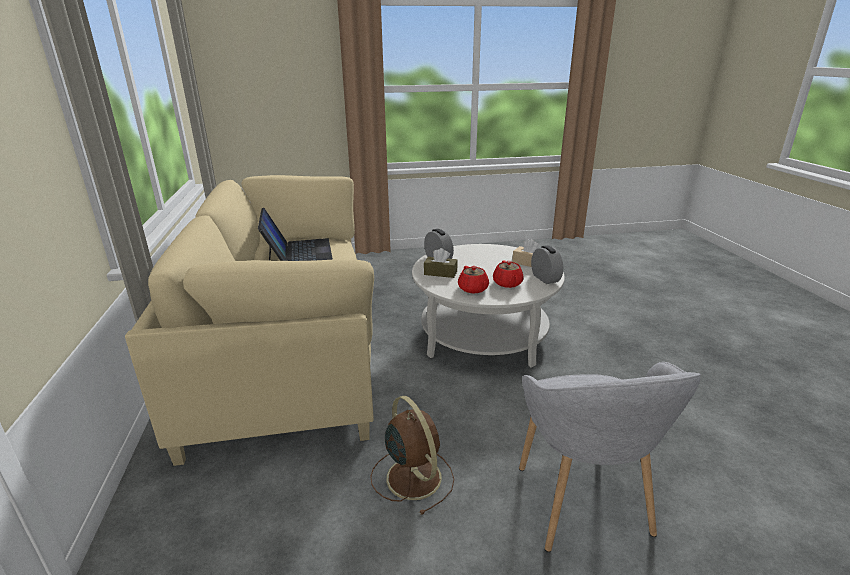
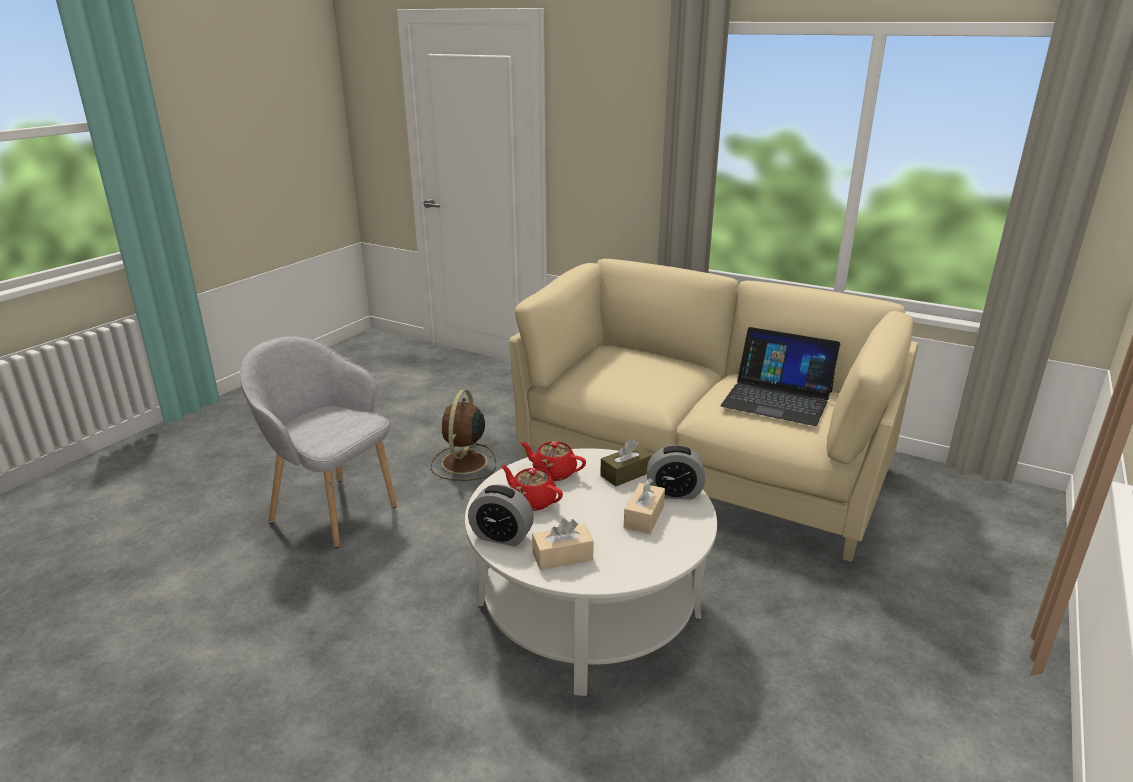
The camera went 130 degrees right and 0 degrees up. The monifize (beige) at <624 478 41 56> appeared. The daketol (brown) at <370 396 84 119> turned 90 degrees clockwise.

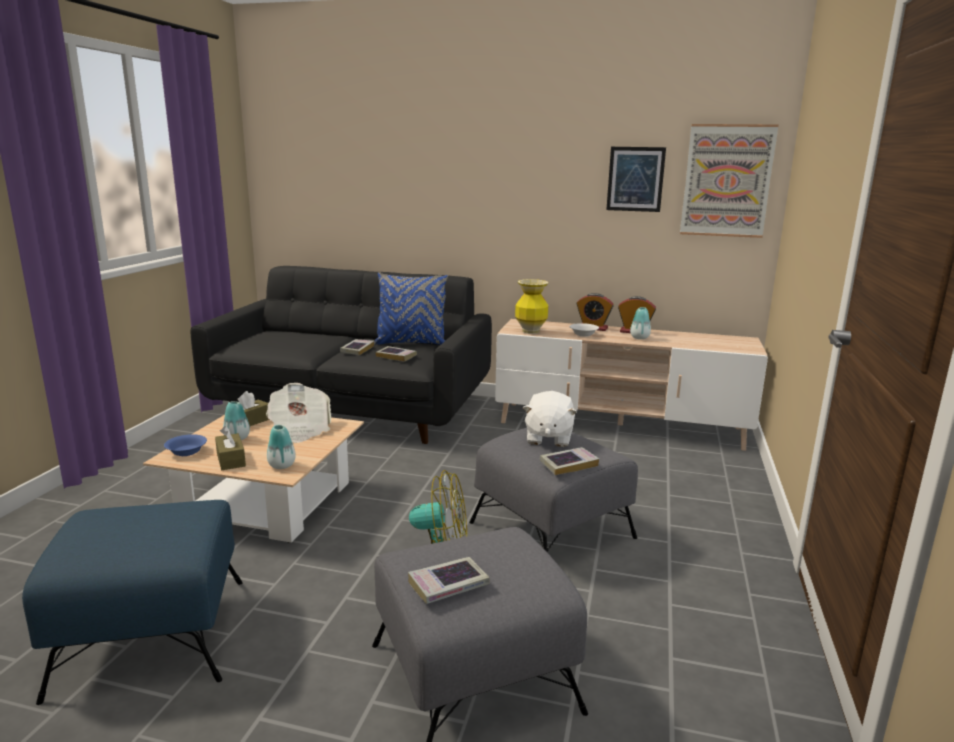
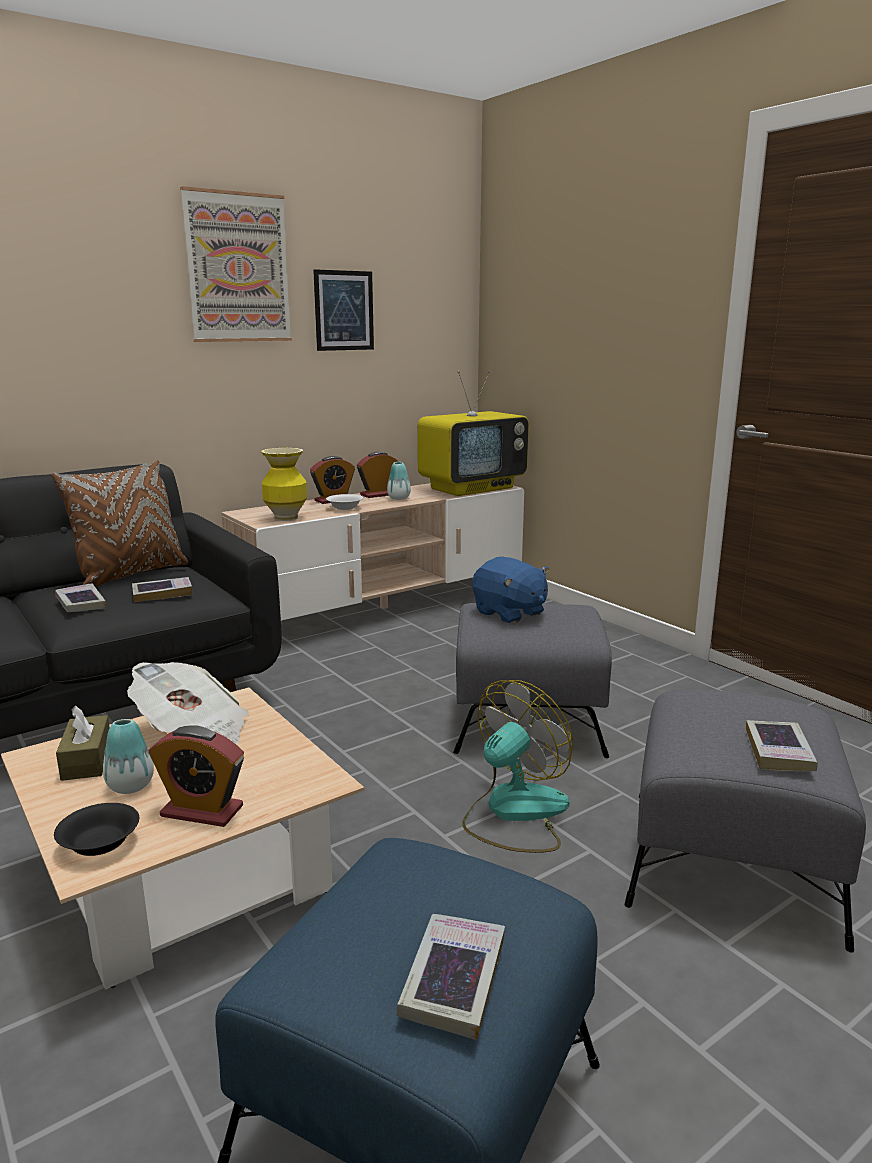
The camera went 50 degrees left and 0 degrees up. The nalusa at <267 425 29 44> disappeared. The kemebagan at <417 371 112 125> appeared. The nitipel moved from <540 447 59 28> to <396 914 109 126>. The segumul moved from <680 124 99 114> to <180 186 112 156>. The monifize (brown) at <215 426 31 44> was replaced by the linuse at <148 725 96 102>. The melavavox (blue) at <164 434 43 22> became the melavavox (black) at <54 803 85 53>. The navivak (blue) at <374 272 74 73> became the navivak (brown) at <52 460 136 127>. The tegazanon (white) at <523 391 54 56> became the tegazanon (blue) at <472 557 77 67>.

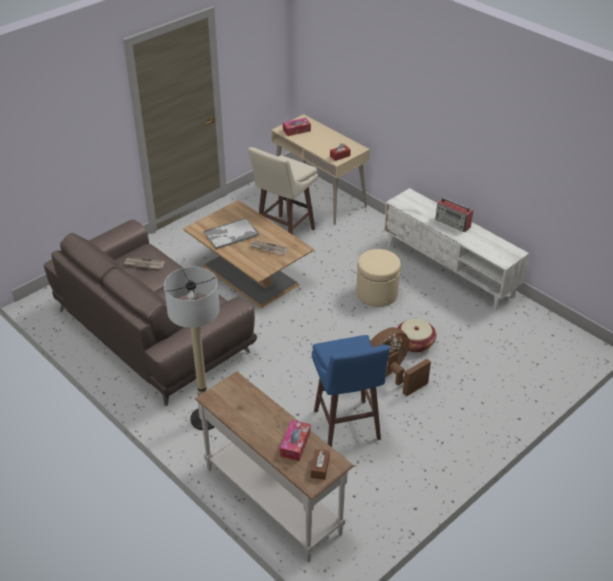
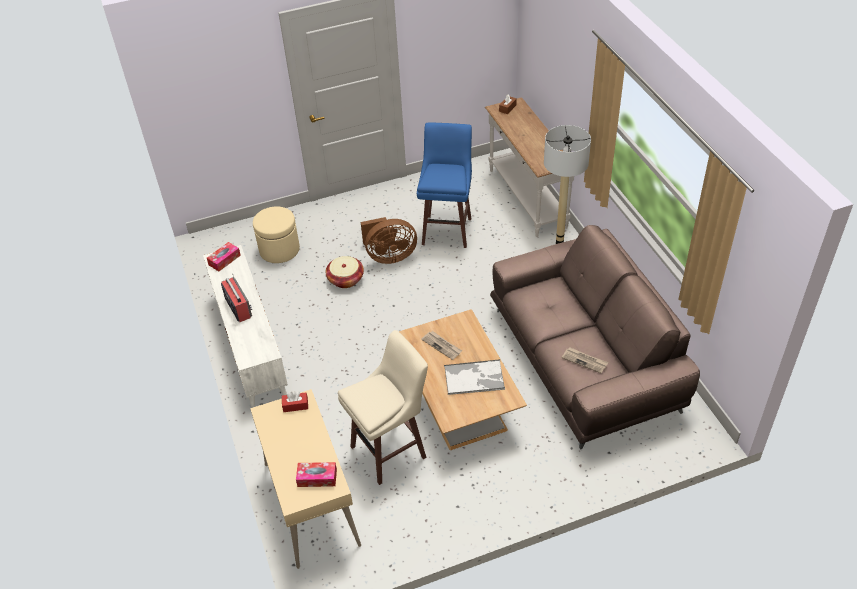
The camera went 155 degrees left and 5 degrees up. The monifize moved from <280 420 31 41> to <207 242 34 29>. The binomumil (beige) moved from <356 249 45 58> to <253 206 47 57>.

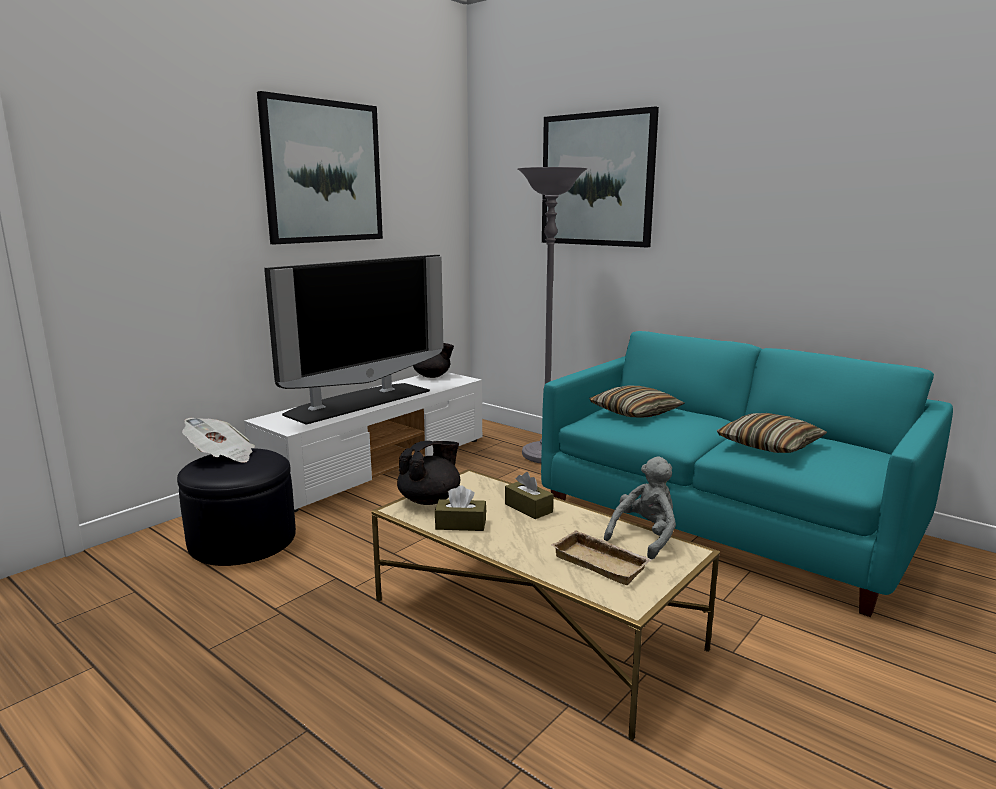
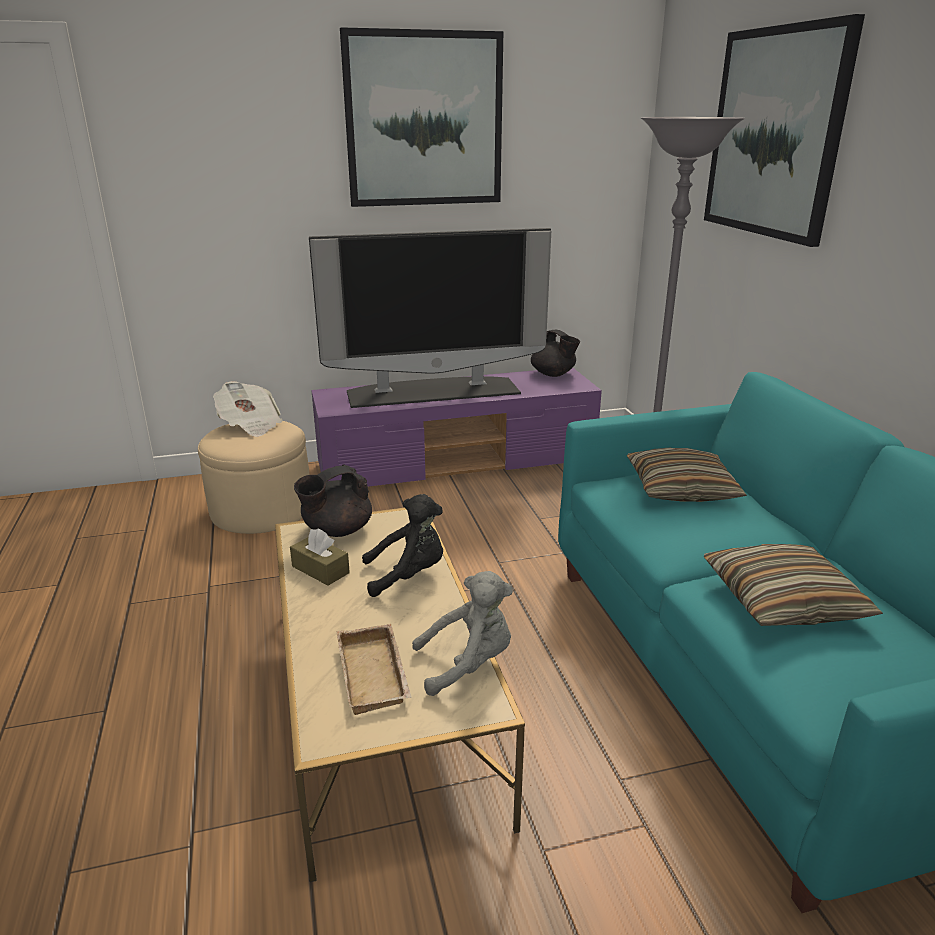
The camera went 35 degrees right and 10 degrees up. The monifize (brown) at <505 472 48 47> was replaced by the tegazanon (black) at <362 494 81 103>. The binomumil (black) at <177 448 119 118> became the binomumil (beige) at <198 421 112 113>. The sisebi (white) at <244 372 238 140> became the sisebi (purple) at <311 368 291 119>. The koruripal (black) at <397 441 63 64> turned 150 degrees clockwise.

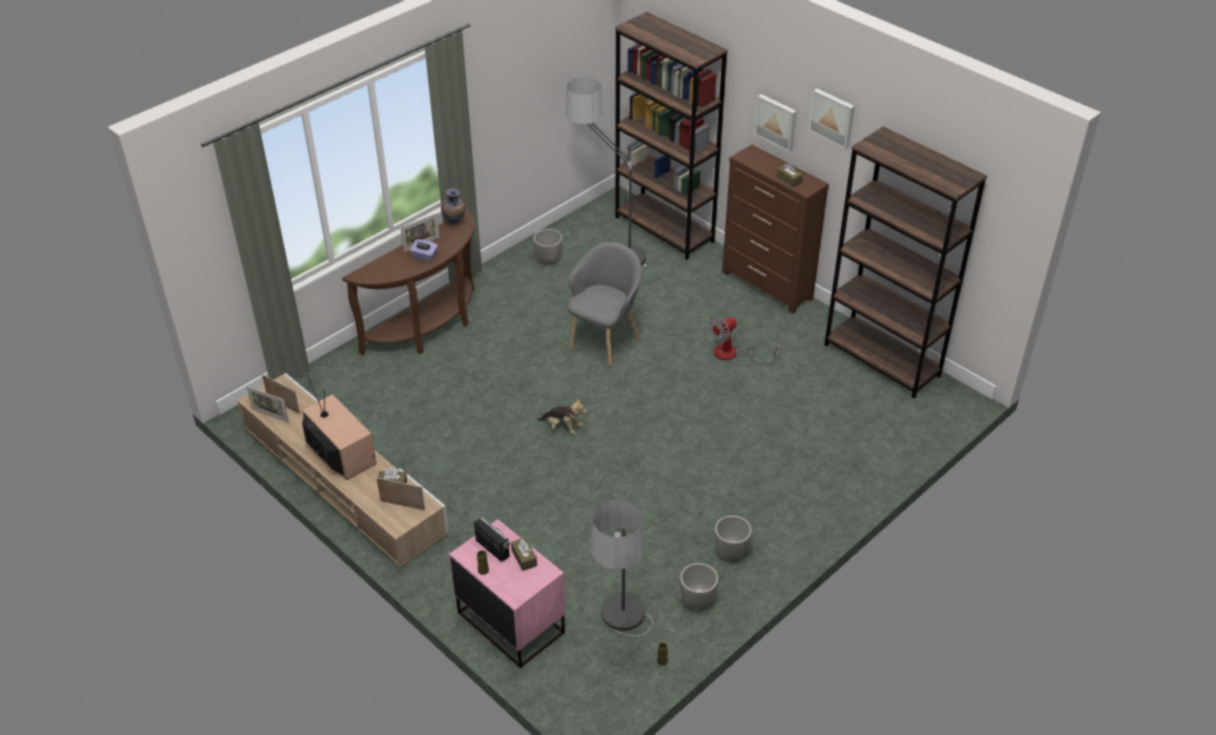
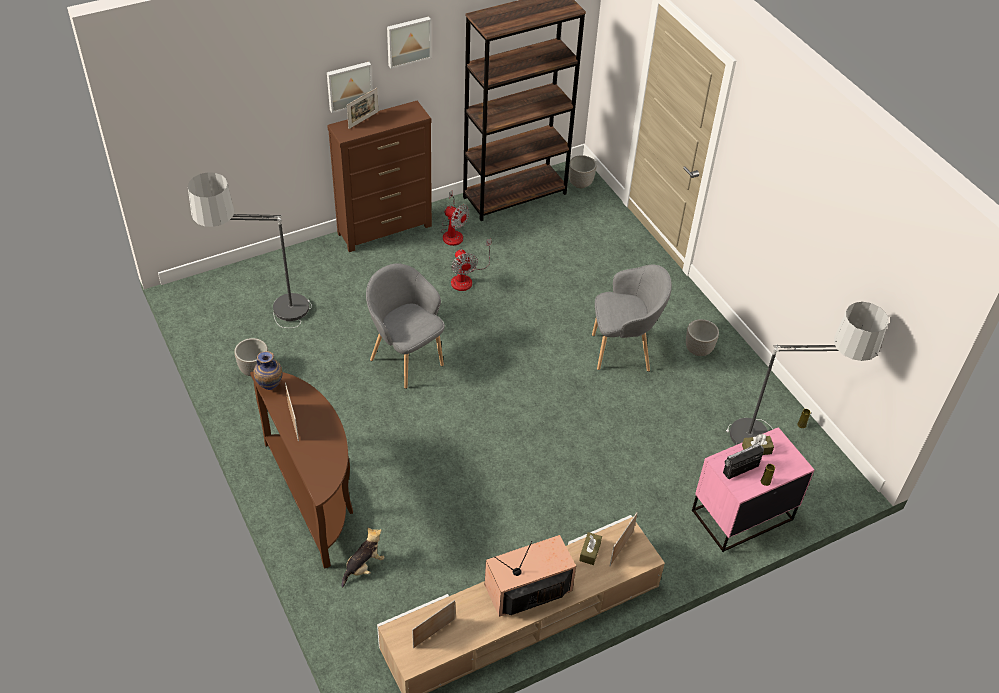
The camera went 75 degrees left and 5 degrees up. The monifize (purple) at <410 239 28 23> disappeared. The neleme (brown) at <615 12 113 248> disappeared. The monifize (brown) at <777 163 26 24> disappeared. The daketol at <441 190 28 56> appeared. The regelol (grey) at <592 265 80 107> appeared. The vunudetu moved from <246 386 43 37> to <347 88 31 41>. The tegazanon moved from <537 398 50 36> to <341 528 44 60>. The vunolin moved from <680 563 39 45> to <569 155 27 33>.

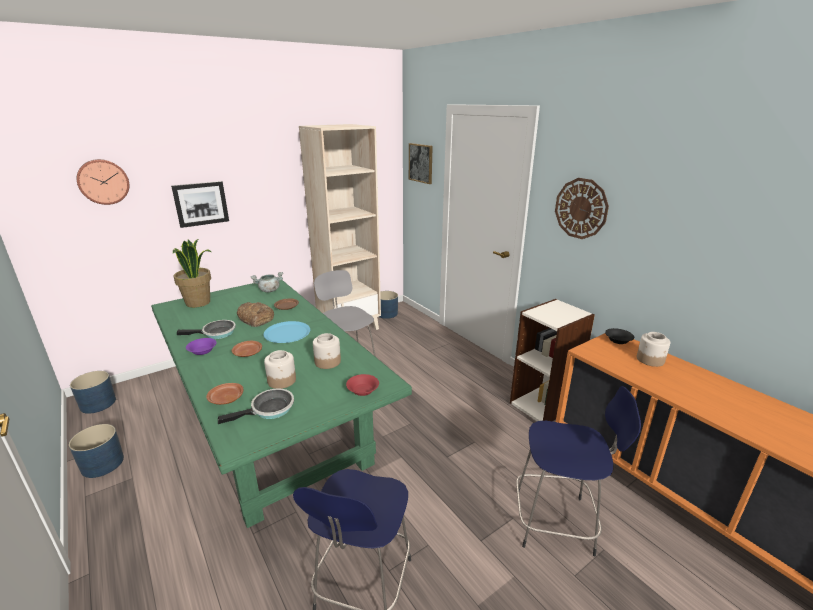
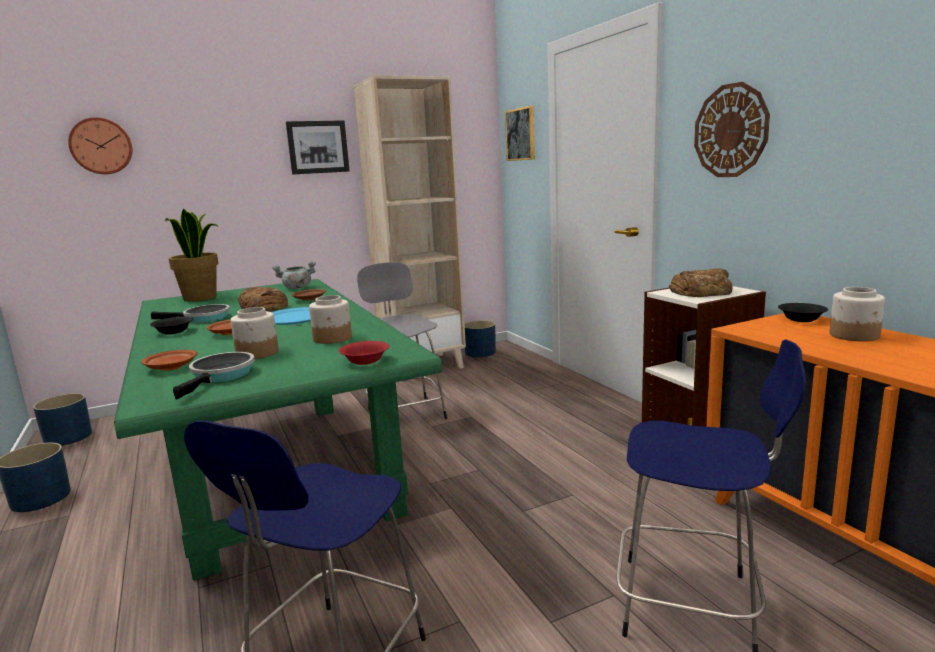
The camera went 10 degrees right and 10 degrees down. The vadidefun at <669 268 64 29> appeared. The segumul moved from <171 181 58 47> to <286 120 64 55>. The melavavox (purple) at <186 338 31 17> became the melavavox (black) at <150 317 43 18>. The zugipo at <218 389 76 35> turned 60 degrees counterclockwise.

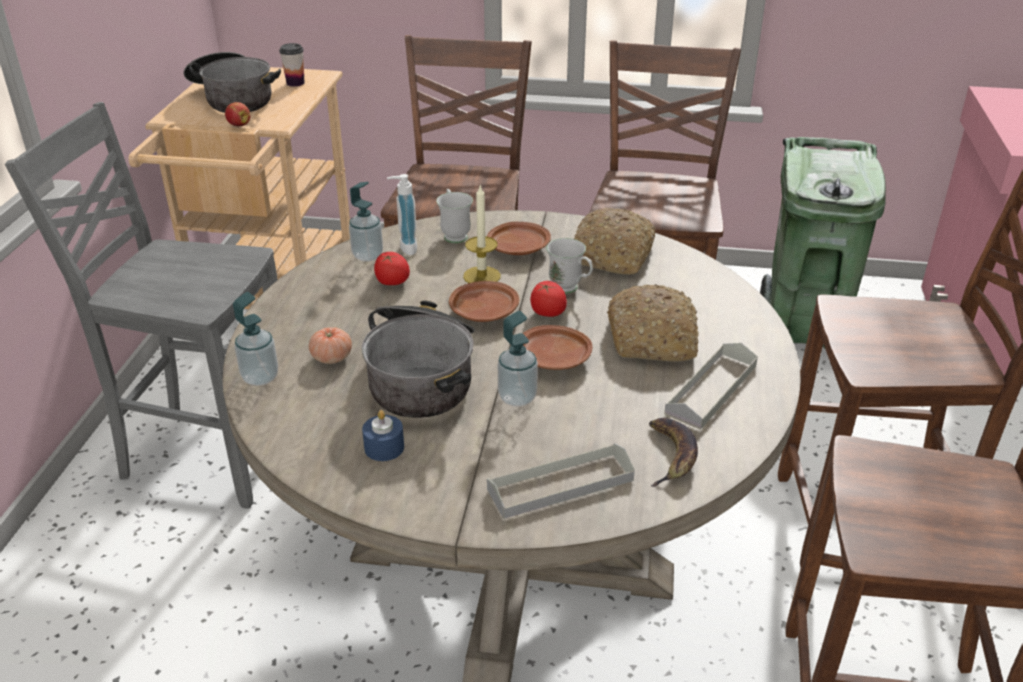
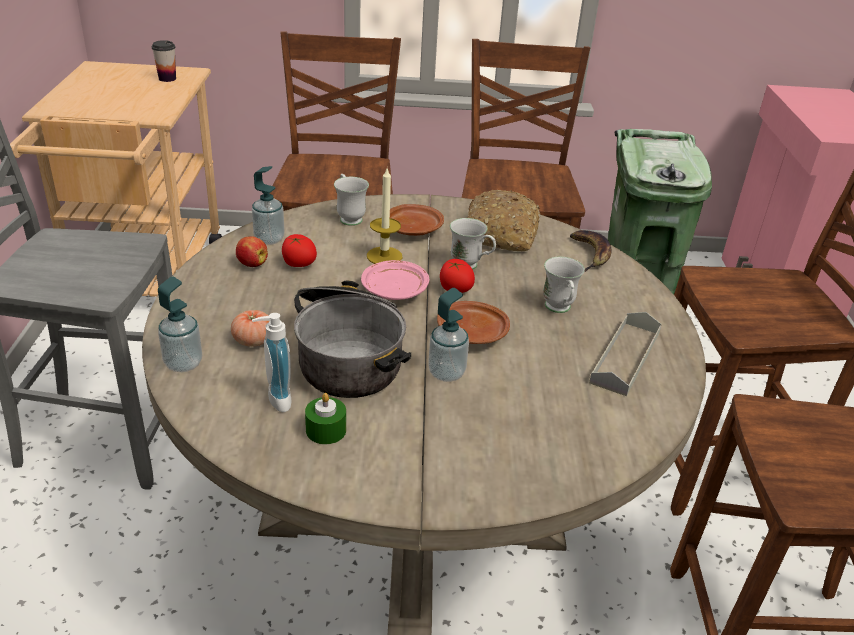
The camera went 10 degrees left and 0 degrees up. The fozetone at <184 52 97 61> disappeared. The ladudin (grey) at <487 443 148 76> disappeared. The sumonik moved from <225 102 25 25> to <236 236 32 31>. The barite moved from <387 174 30 81> to <252 313 40 99>. The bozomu moved from <649 418 49 69> to <570 230 42 42>. The vadidefun at <607 284 92 77> was replaced by the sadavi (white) at <543 257 42 56>. The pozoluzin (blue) at <362 410 42 51> became the pozoluzin (green) at <305 393 41 51>. The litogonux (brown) at <449 281 70 41> became the litogonux (pink) at <361 260 68 40>.

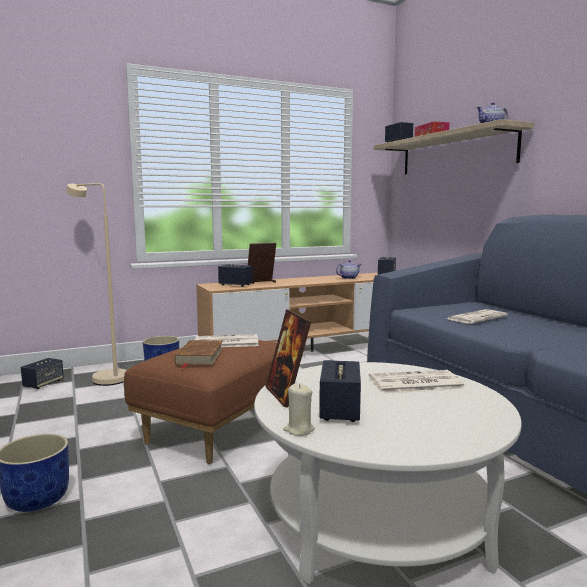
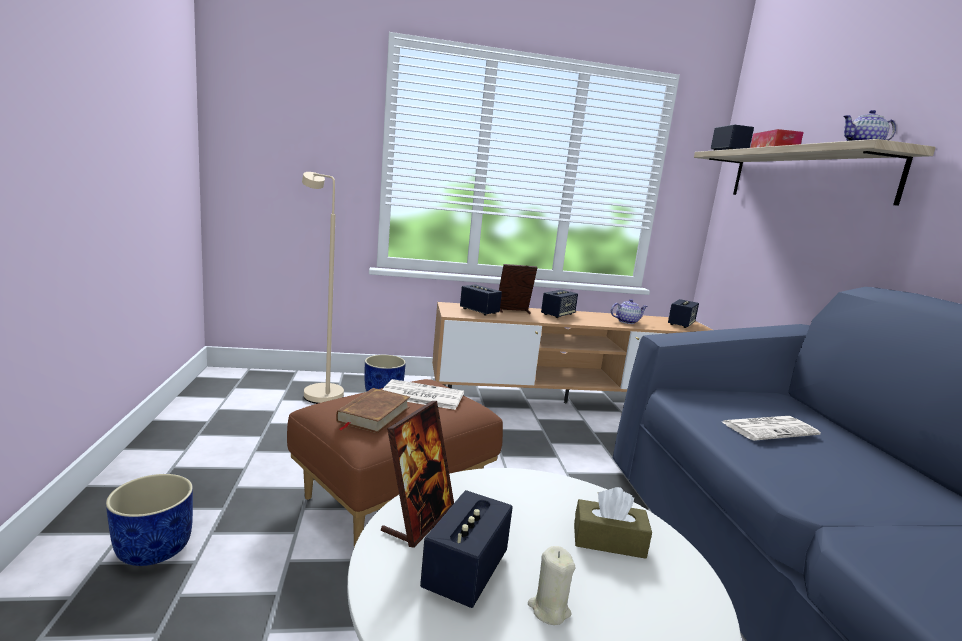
The camera went 15 degrees right and 5 degrees up. The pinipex moved from <21 358 43 31> to <541 290 37 28>. The pozoluzin (beige) moved from <283 383 32 53> to <528 546 48 79>. The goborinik at <369 370 97 24> was replaced by the monifize (brown) at <574 487 78 72>. The vunudetu at <266 309 45 98> turned 150 degrees counterclockwise.

